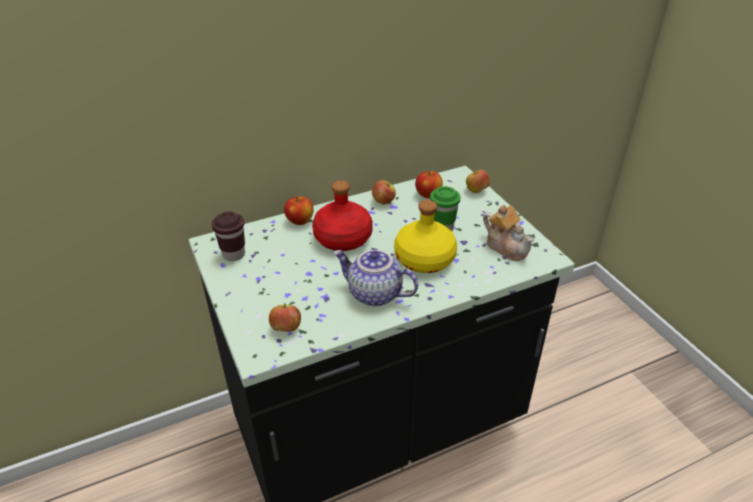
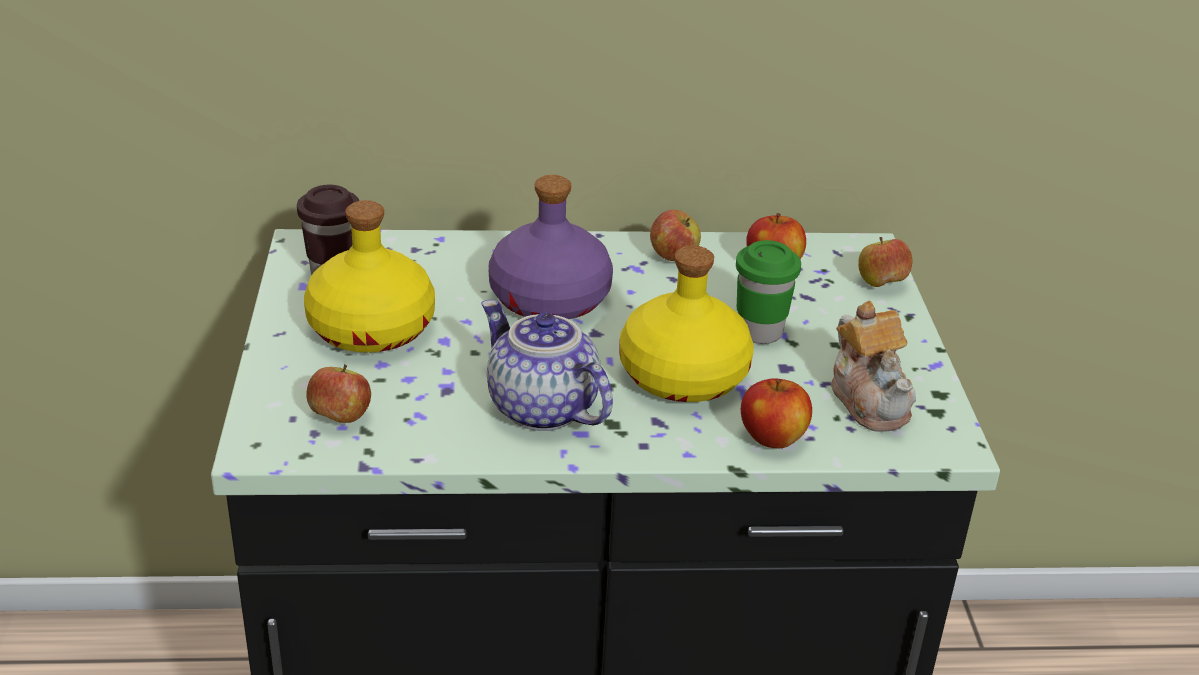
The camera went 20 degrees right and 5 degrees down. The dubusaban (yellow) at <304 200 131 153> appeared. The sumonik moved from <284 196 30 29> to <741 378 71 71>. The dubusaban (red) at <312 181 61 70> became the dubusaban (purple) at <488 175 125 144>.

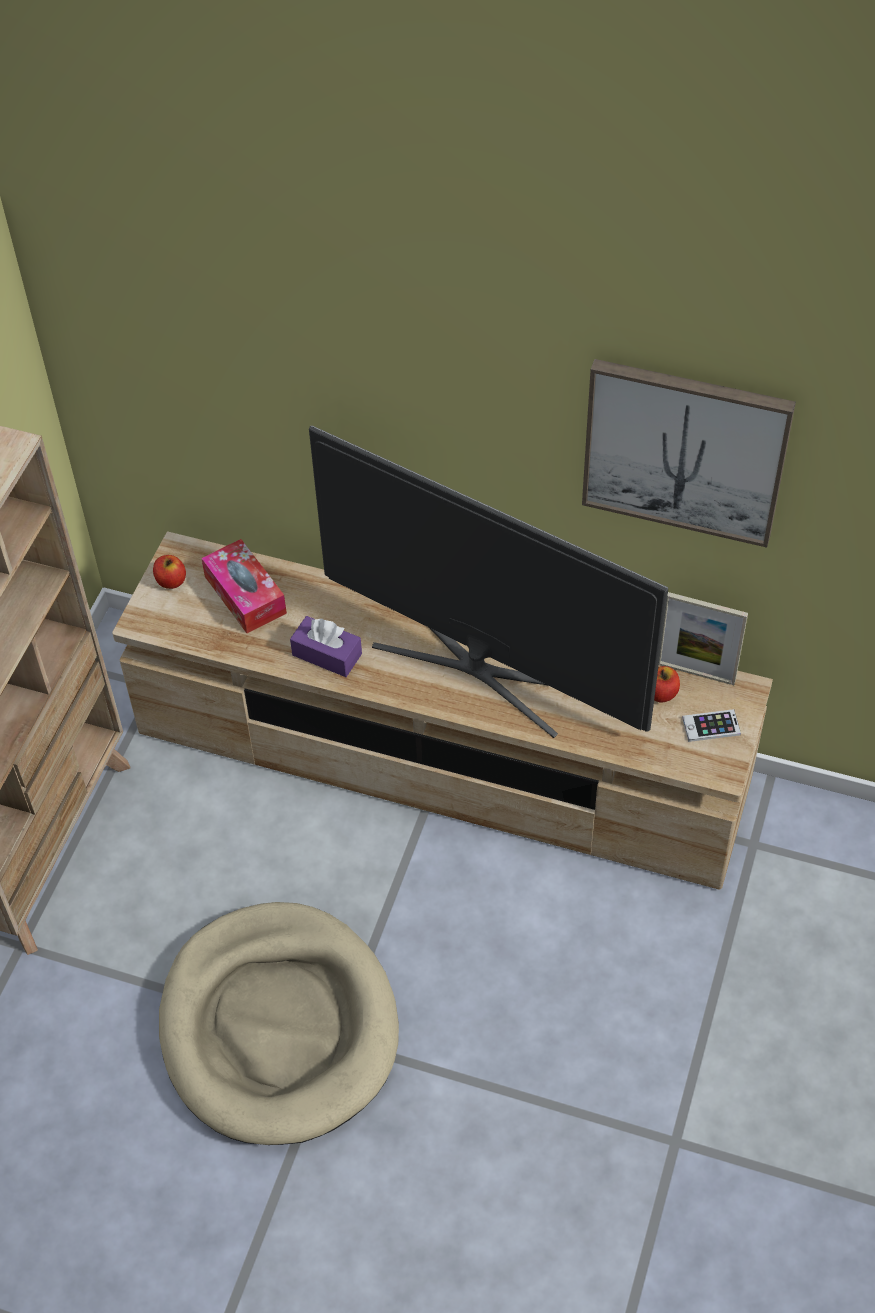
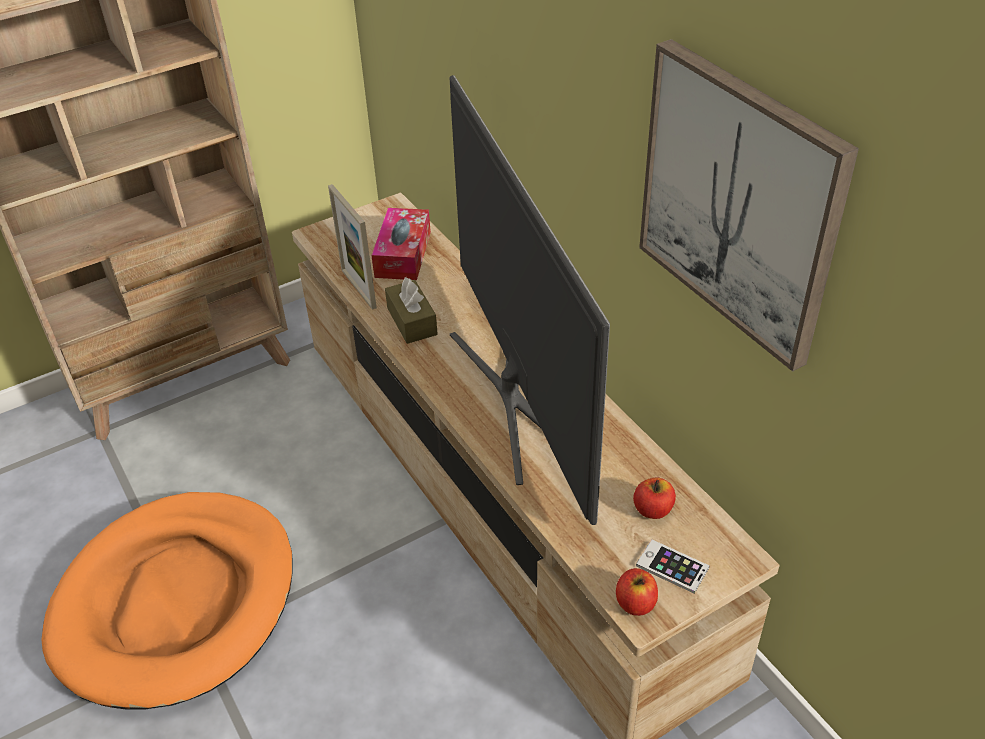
The camera went 40 degrees right and 10 degrees down. The sumonik moved from <153 555 33 34> to <616 568 42 48>. The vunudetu moved from <659 592 89 93> to <328 184 49 126>. The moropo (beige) at <159 902 240 243> became the moropo (orange) at <41 492 252 218>. The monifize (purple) at <290 616 72 61> became the monifize (brown) at <385 277 53 67>.

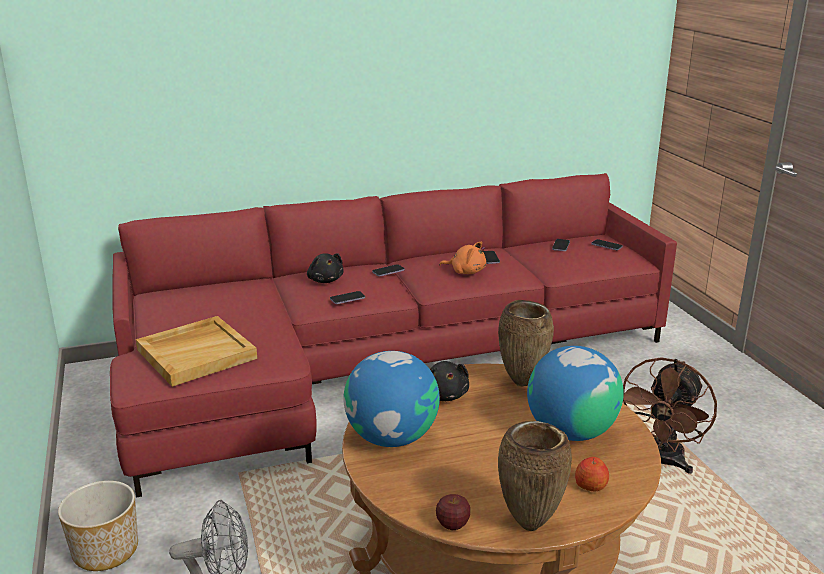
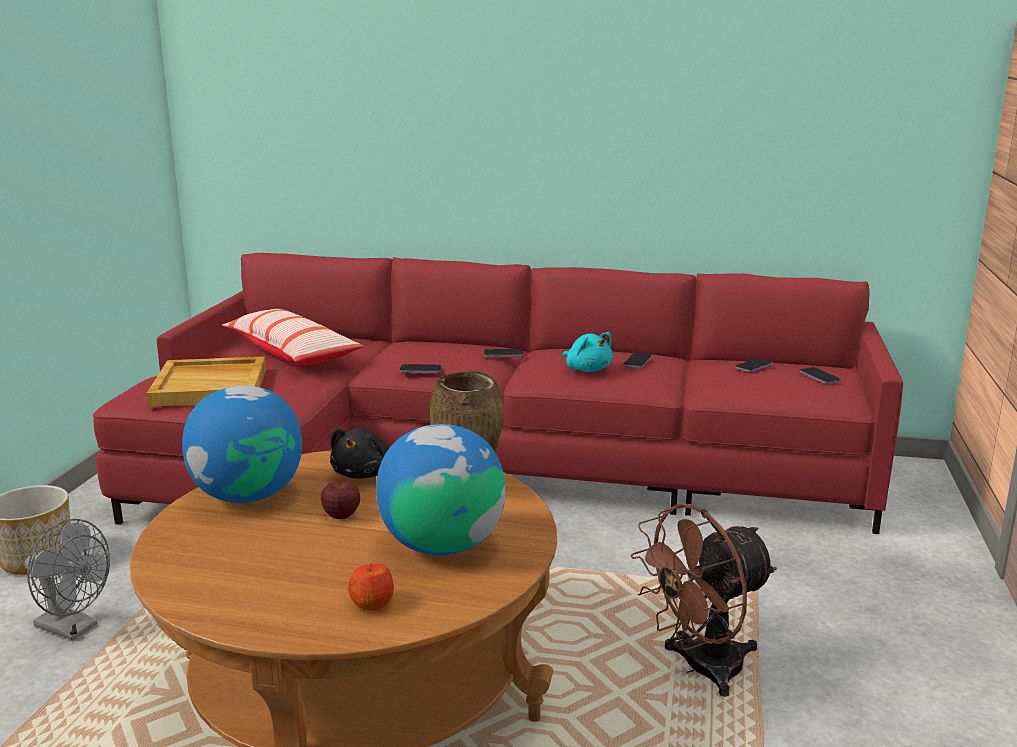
The camera went 30 degrees right and 5 degrees down. The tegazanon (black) at <307 253 37 30> disappeared. The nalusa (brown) at <498 421 74 110> disappeared. The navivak at <222 309 142 56> appeared. The sumonik moved from <436 494 34 36> to <321 480 39 39>. The tegazanon (orange) at <439 242 47 32> became the tegazanon (turquoise) at <562 332 51 40>.

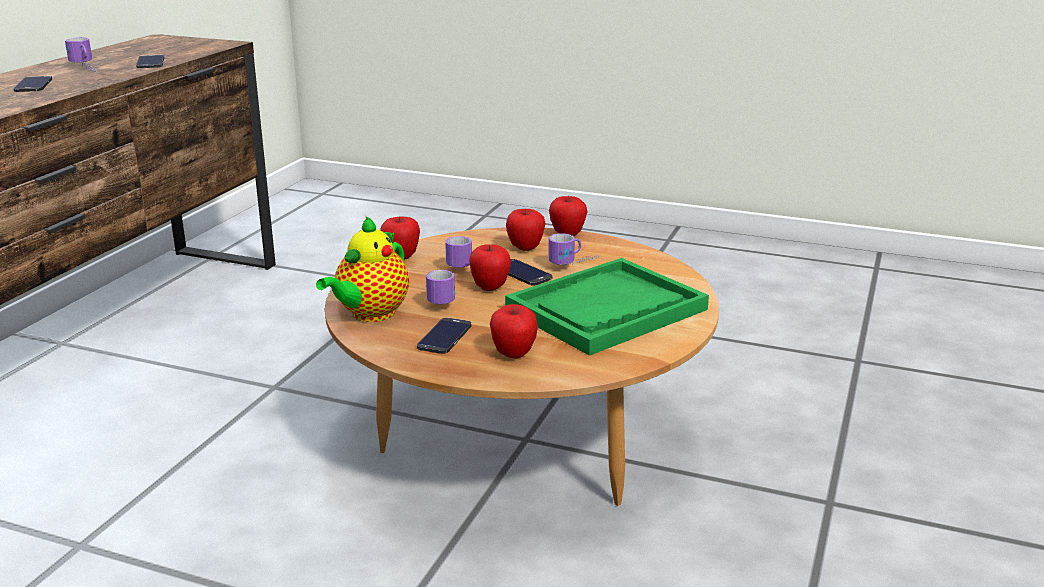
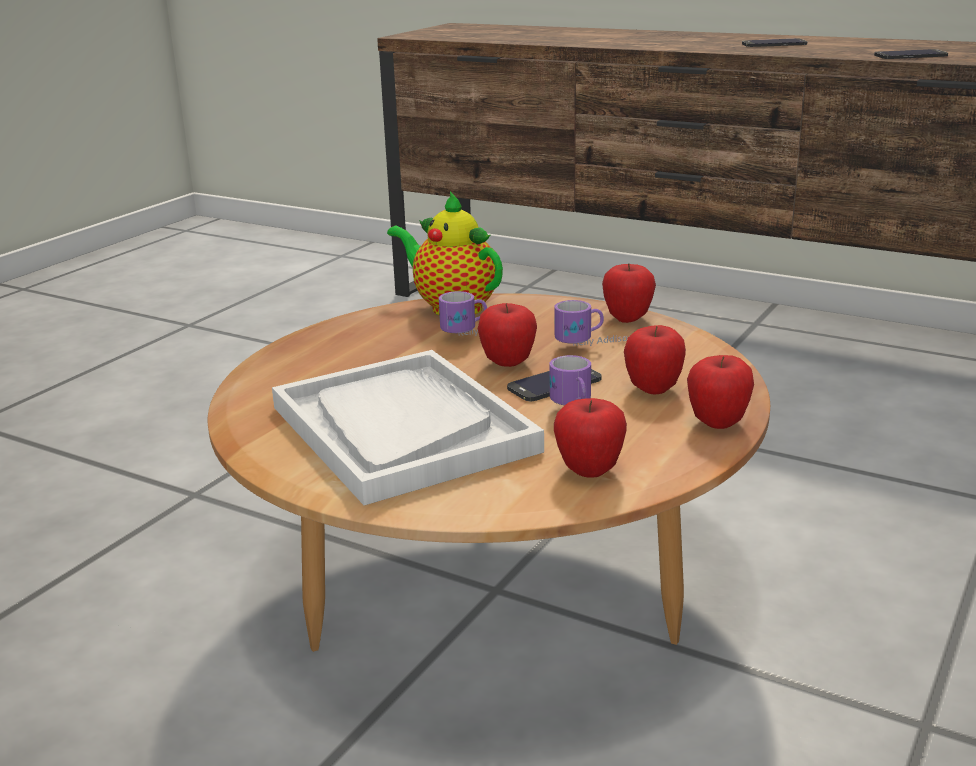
The camera went 100 degrees right and 0 degrees up. The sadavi at <65 37 32 36> disappeared. The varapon at <417 318 54 36> disappeared. The sumonik moved from <490 304 48 54> to <554 398 73 80>. The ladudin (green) at <505 258 204 98> became the ladudin (white) at <272 350 272 155>.

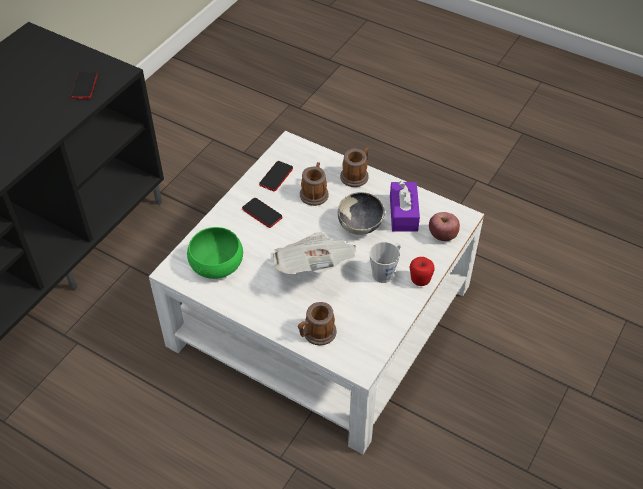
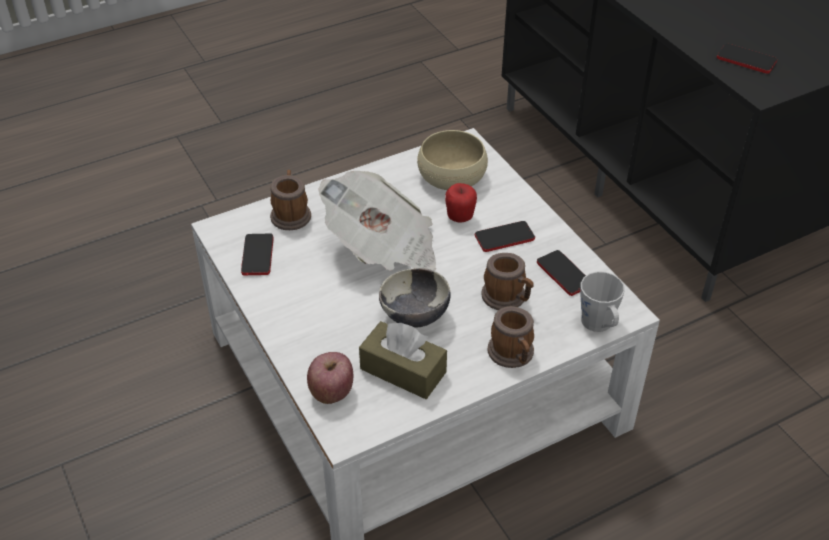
The camera went 120 degrees right and 5 degrees down. The varapon at <241 234 33 41> appeared. The sadavi (grey) moved from <369 242 32 41> to <580 271 45 61>. The sumonik moved from <410 257 25 29> to <445 183 32 39>. The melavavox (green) at <187 227 56 52> became the melavavox (beige) at <417 130 71 60>. The monifize (purple) at <390 181 30 51> became the monifize (brown) at <359 321 88 78>.

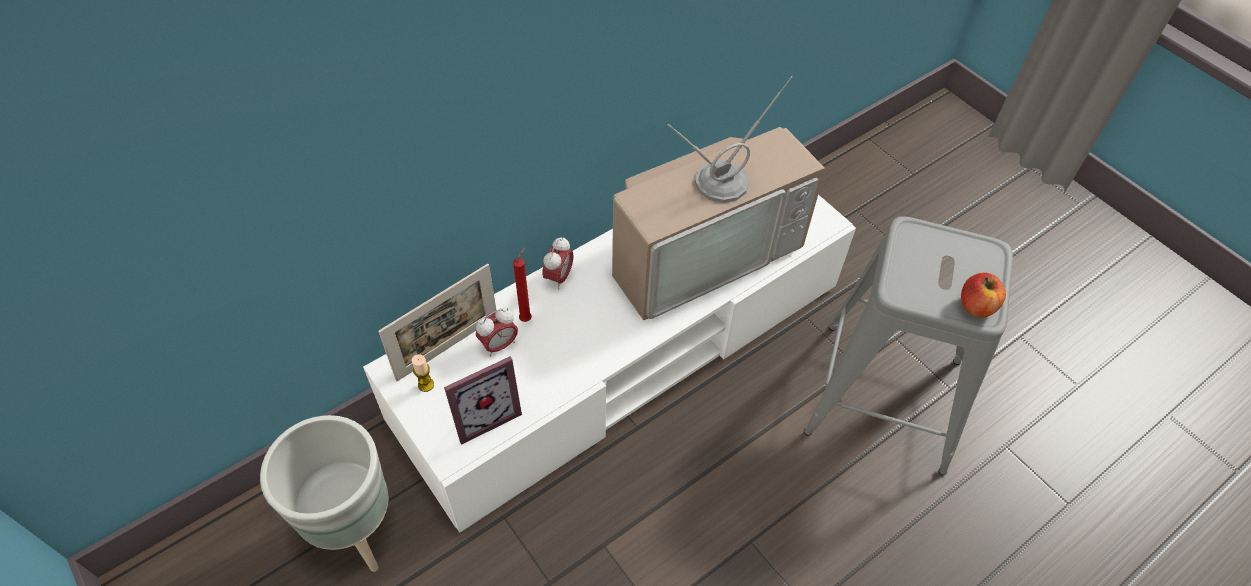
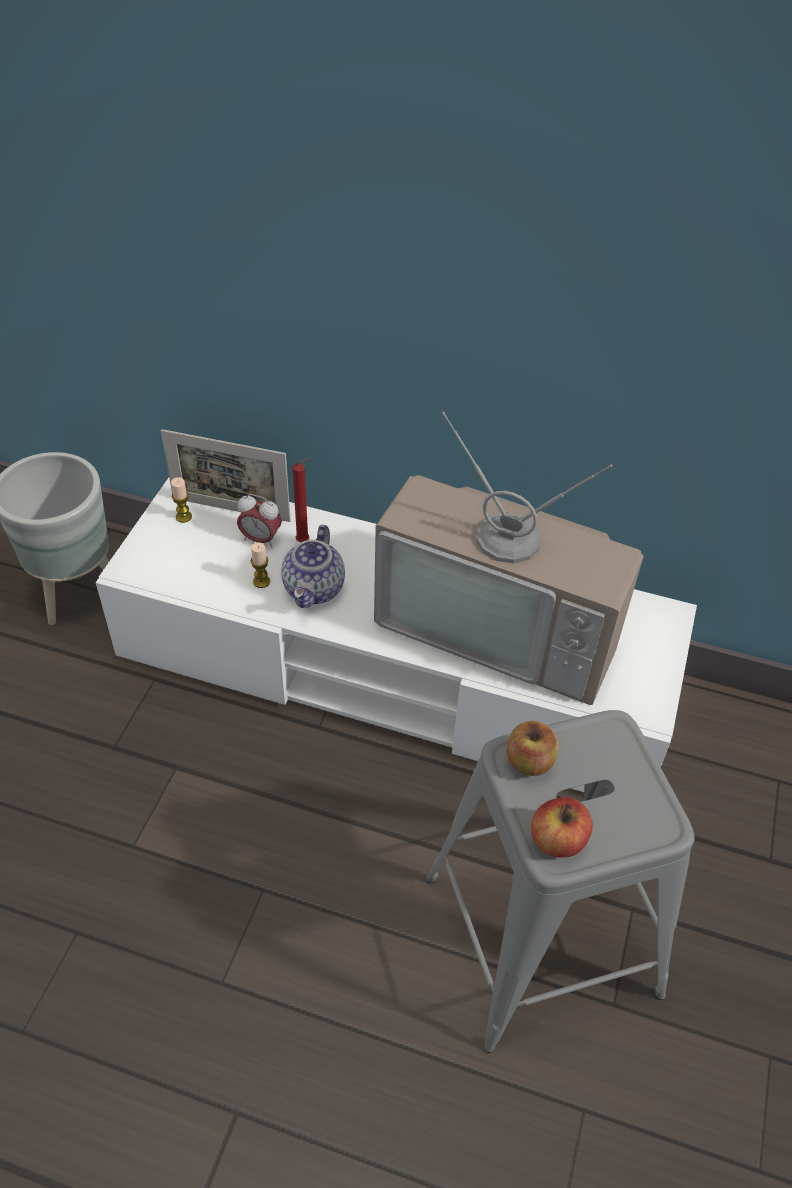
The camera went 55 degrees right and 5 degrees down. The vunudetu at <444 356 78 89> disappeared. The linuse at <542 236 32 54> disappeared. The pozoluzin at <251 543 19 45> appeared. The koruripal at <281 525 64 83> appeared. The sumonik at <507 721 52 55> appeared.

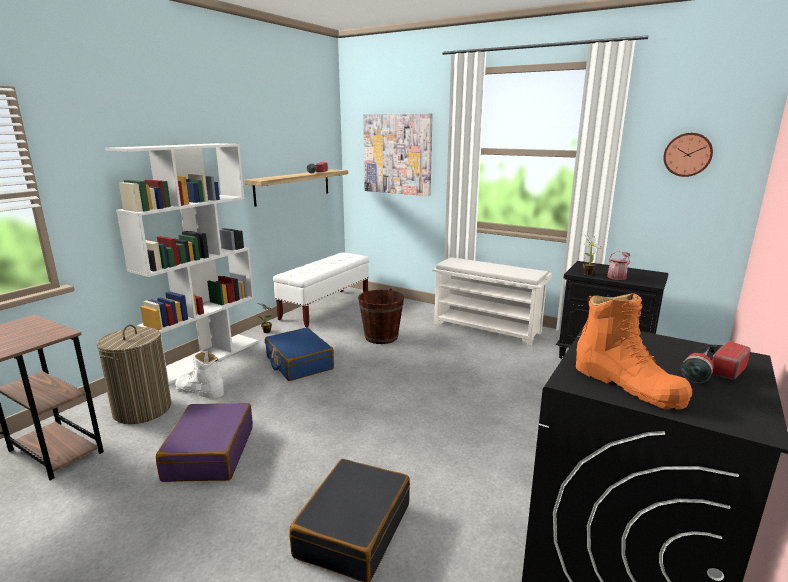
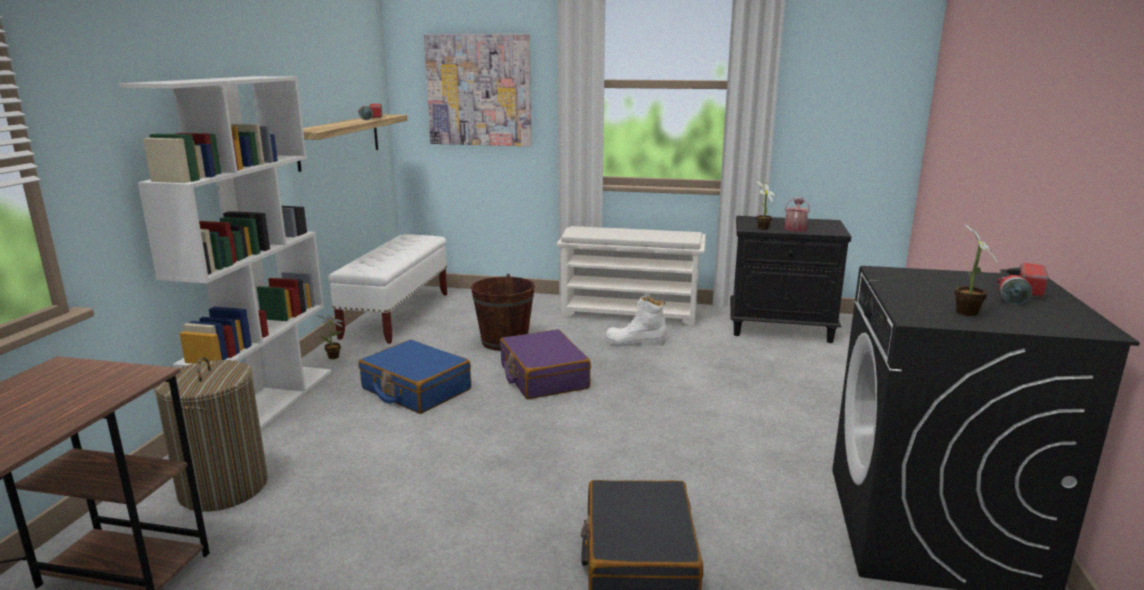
The camera went 20 degrees left and 0 degrees up. The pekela at <663 133 50 44> disappeared. The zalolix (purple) moved from <156 403 97 79> to <500 329 91 70>. The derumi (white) moved from <175 351 49 48> to <606 296 61 50>. The derumi (orange) at <576 293 116 117> was replaced by the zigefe at <954 224 45 92>.

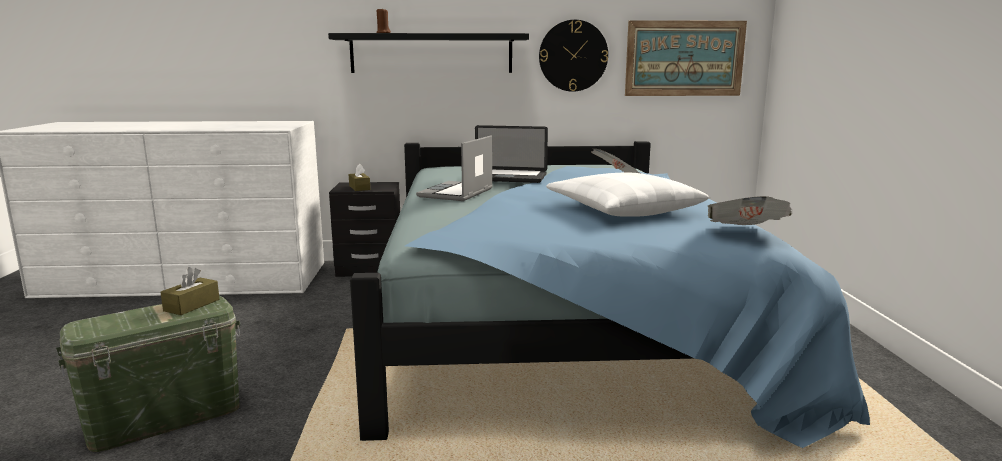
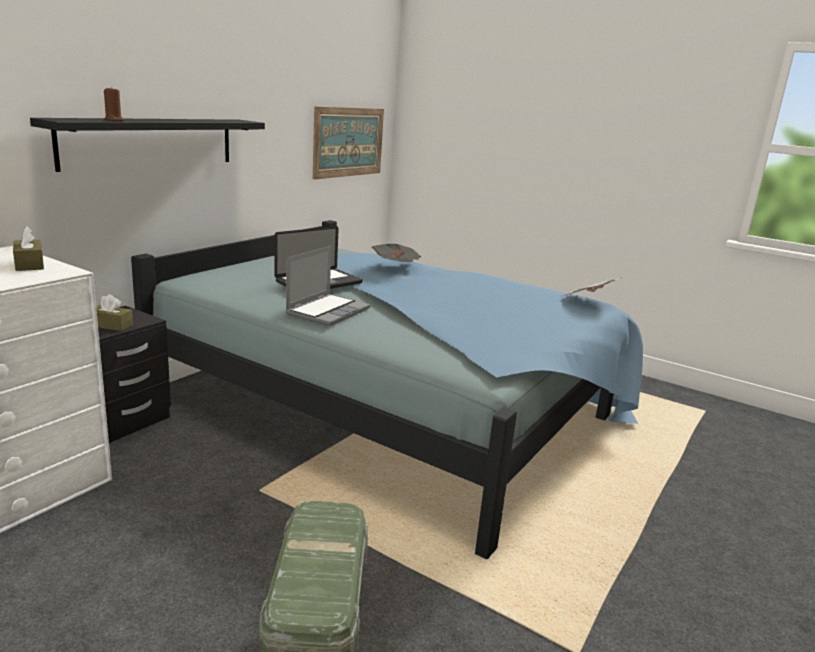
The camera went 55 degrees left and 5 degrees up. The pekela at <539 20 69 72> disappeared. The navivak (white) at <546 173 163 44> disappeared. The monifize (brown) moved from <160 267 59 48> to <13 226 31 45>. The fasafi at <416 135 77 66> turned 120 degrees counterclockwise.

